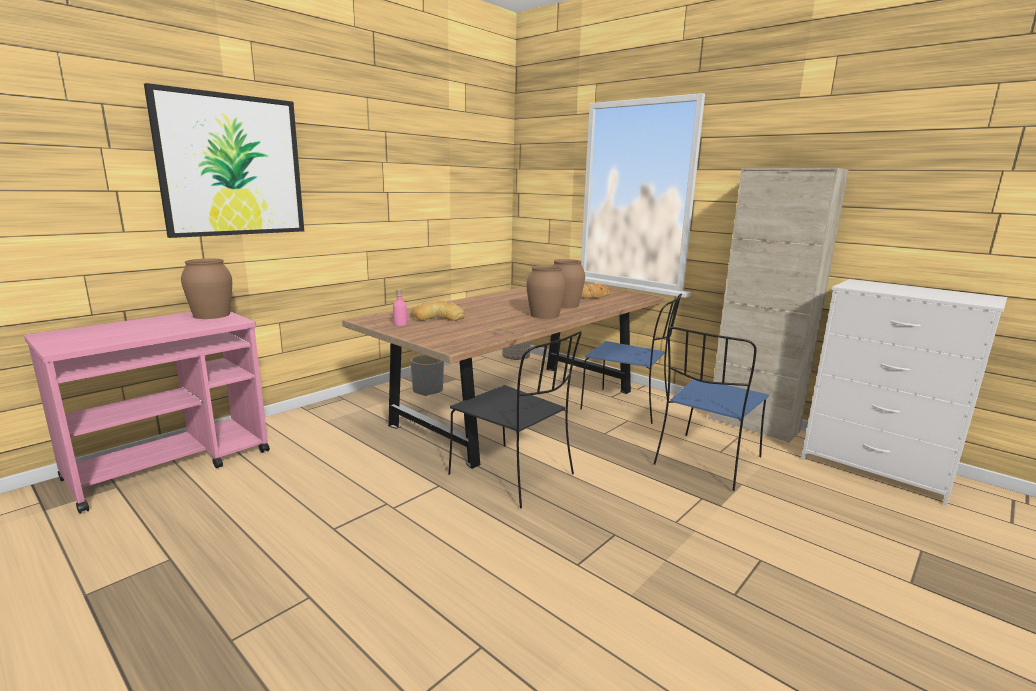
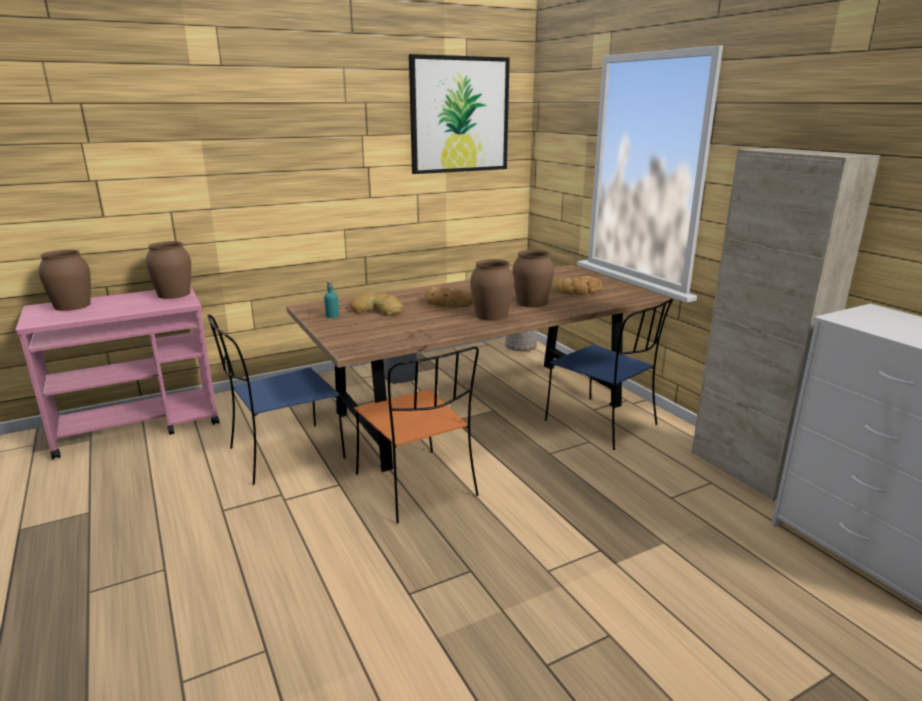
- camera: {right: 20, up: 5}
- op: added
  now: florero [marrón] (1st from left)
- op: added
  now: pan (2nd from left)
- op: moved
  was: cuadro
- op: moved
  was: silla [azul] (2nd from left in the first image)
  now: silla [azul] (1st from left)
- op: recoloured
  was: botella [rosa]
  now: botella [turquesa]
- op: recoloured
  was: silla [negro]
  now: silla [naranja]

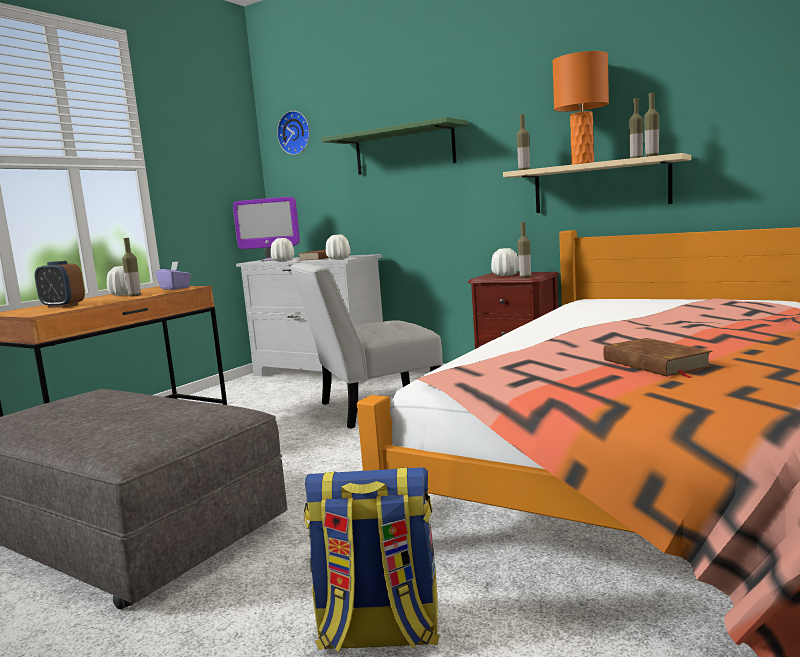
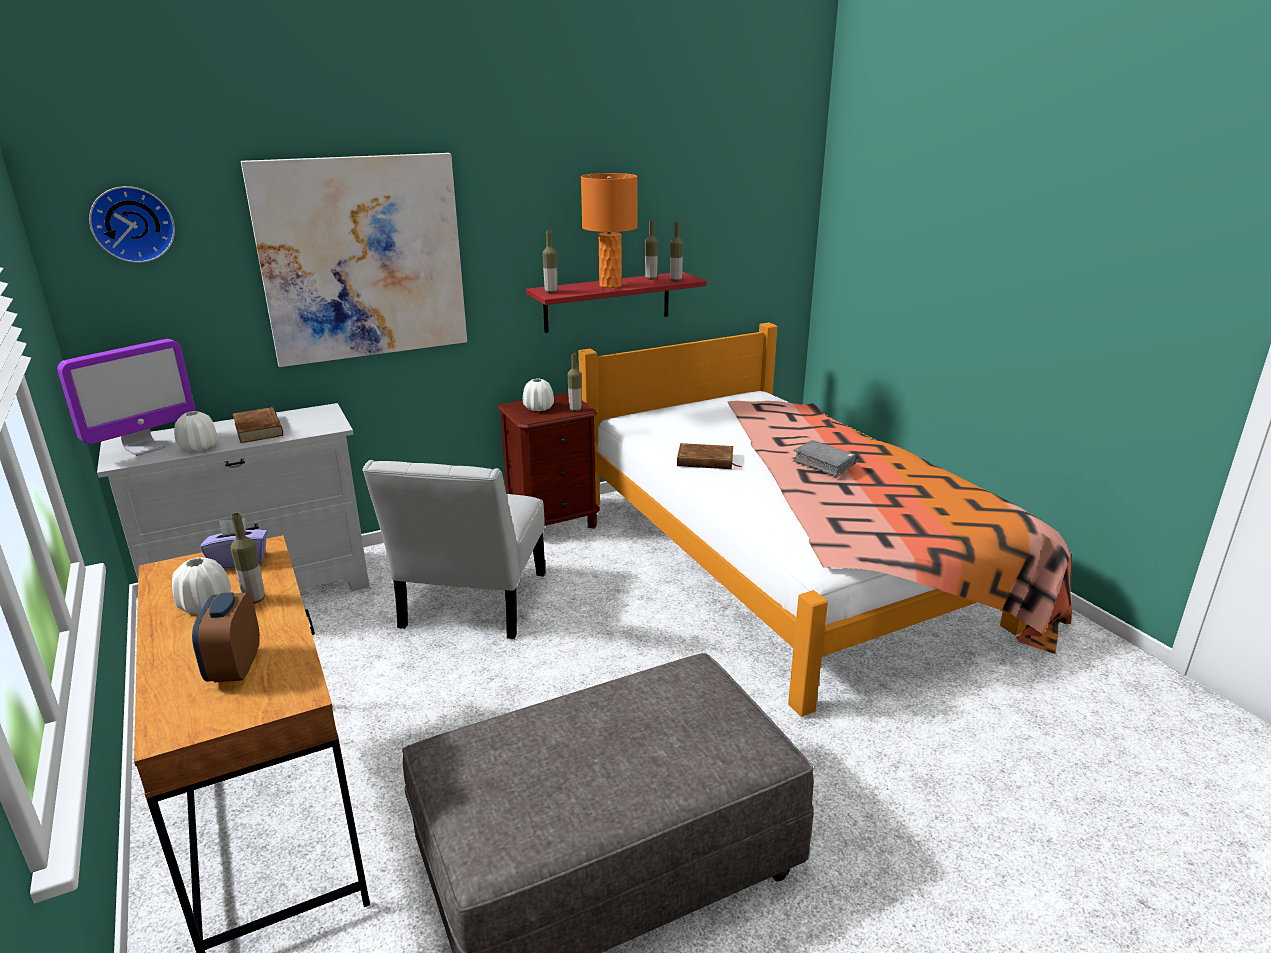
- camera: {right: -60, up: 15}
- op: removed
  was: mochila
- op: removed
  was: florero [blanco] (3rd from left)
- op: added
  now: libro [gris]
- op: moved
  was: libro [marrón] (2nd from left)
- op: replaced
  was: estante [verde]
  now: cuadro
- op: recoloured
  was: estante [beis]
  now: estante [rojo]
- op: turned
  was: despertador
  clockwise: 120

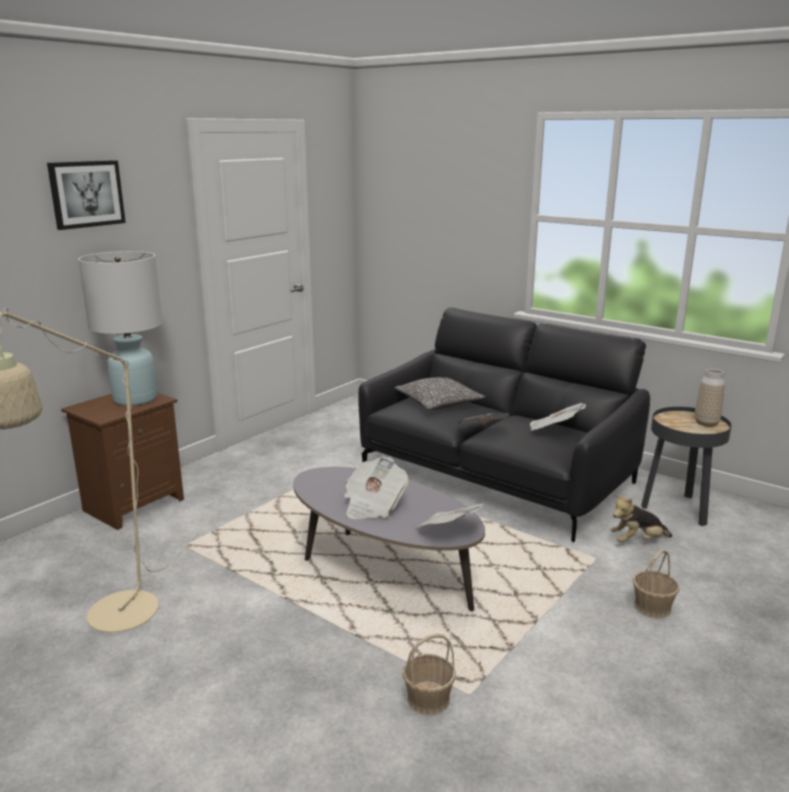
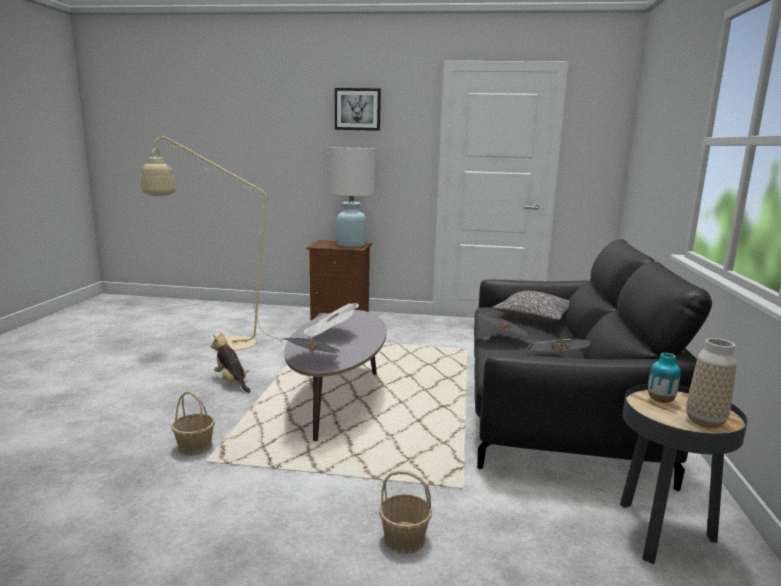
- camera: {right: 60, up: -5}
- op: added
  now: florero (1st from left)
- op: moved
  was: peluche

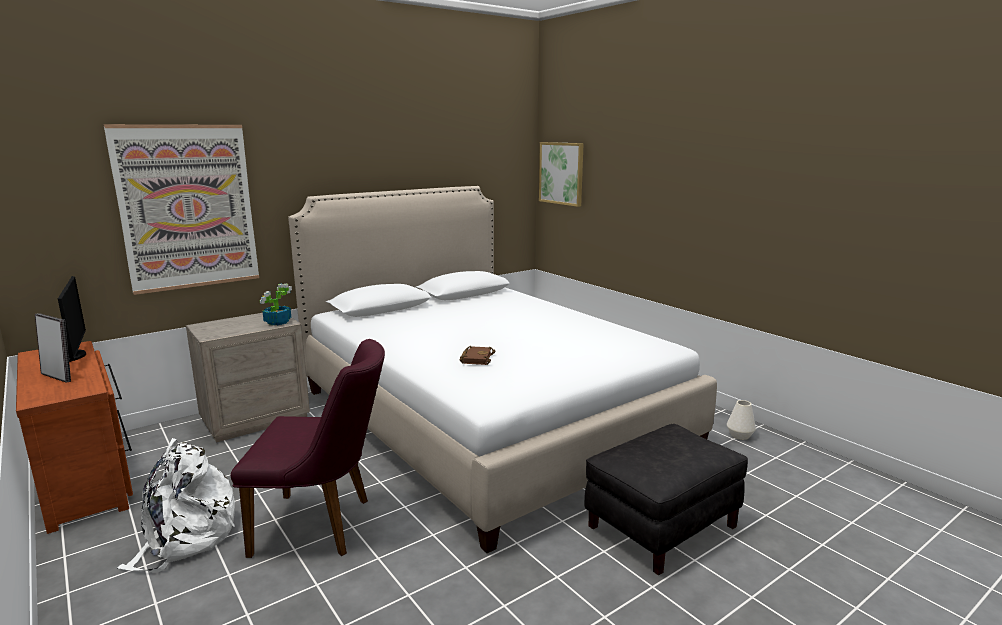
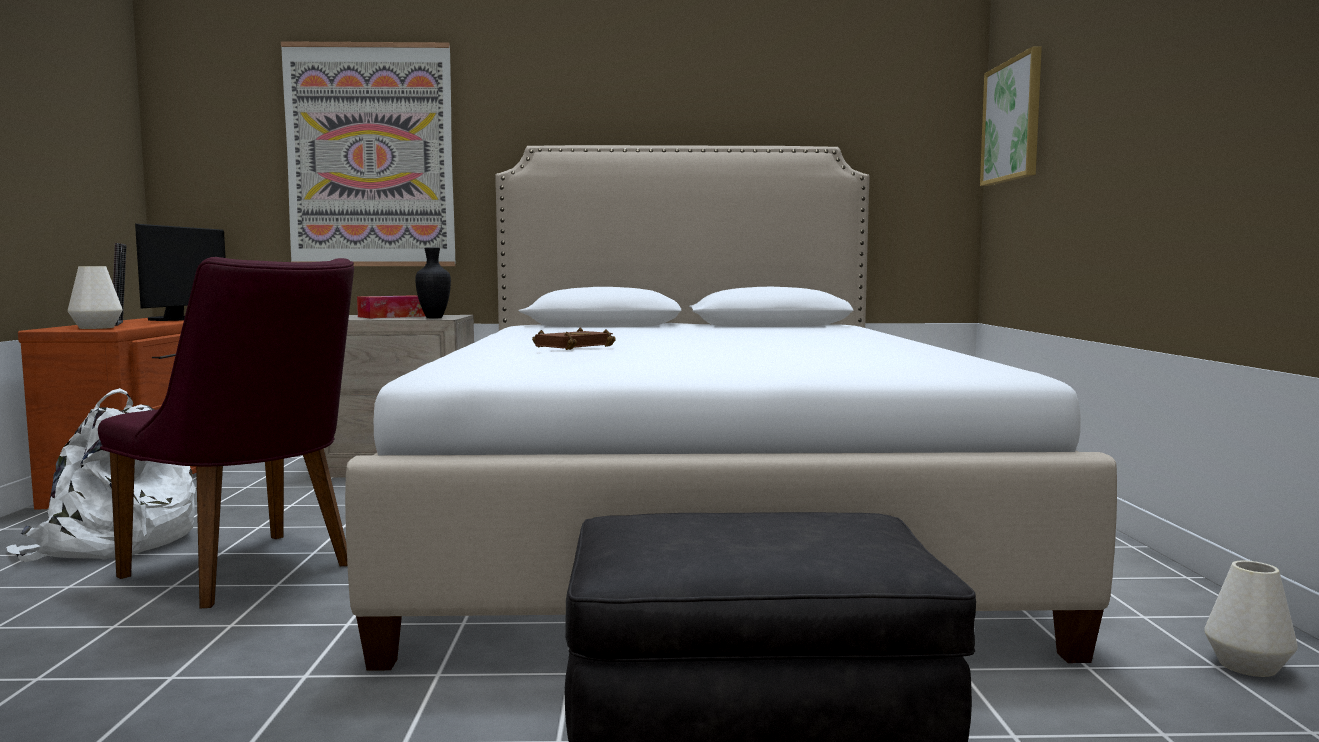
- camera: {right: 35, up: -10}
- op: added
  now: florero [blanco] (1st from left)
- op: added
  now: caja de pañuelos
- op: replaced
  was: planta en maceta
  now: florero [negro]

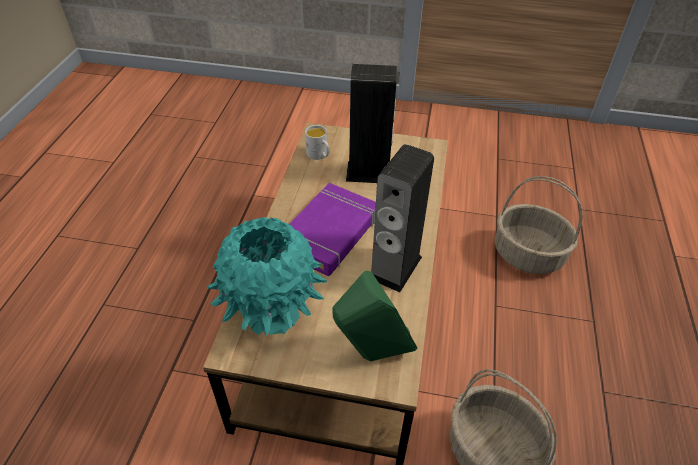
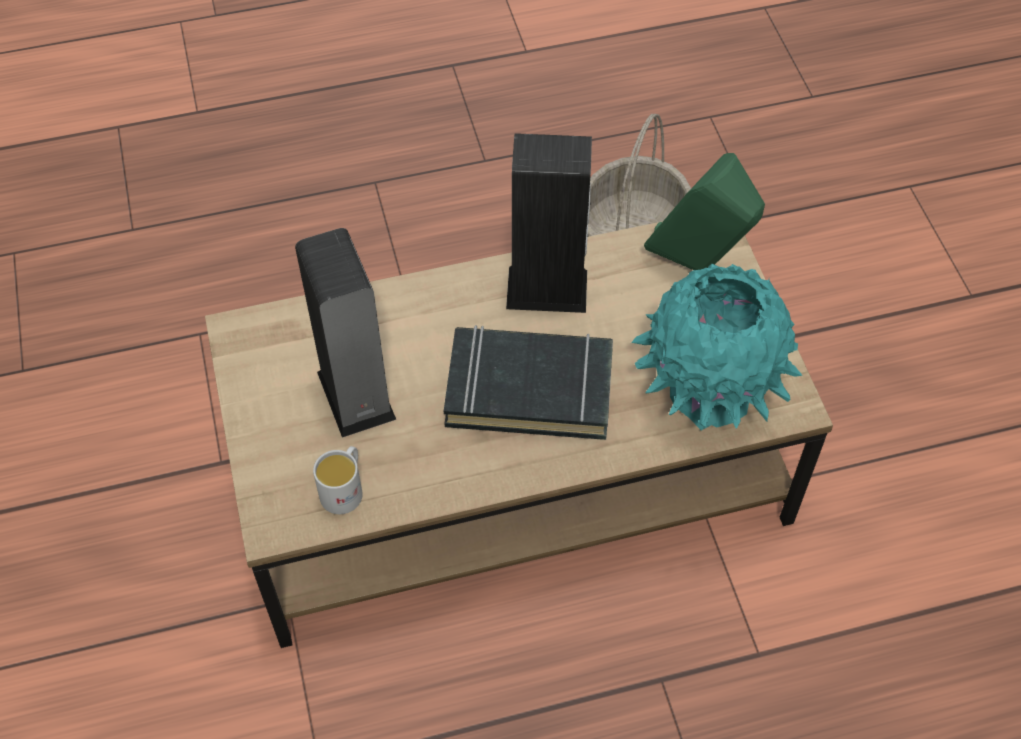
- camera: {right: -115, up: 10}
- op: removed
  was: cesta (2nd from left)
- op: recoloured
  was: libro [morado]
  now: libro [negro]

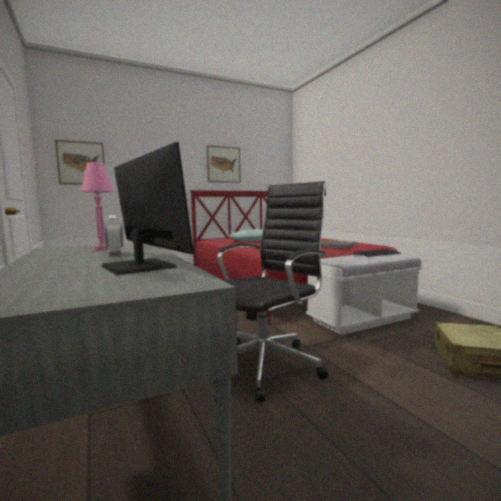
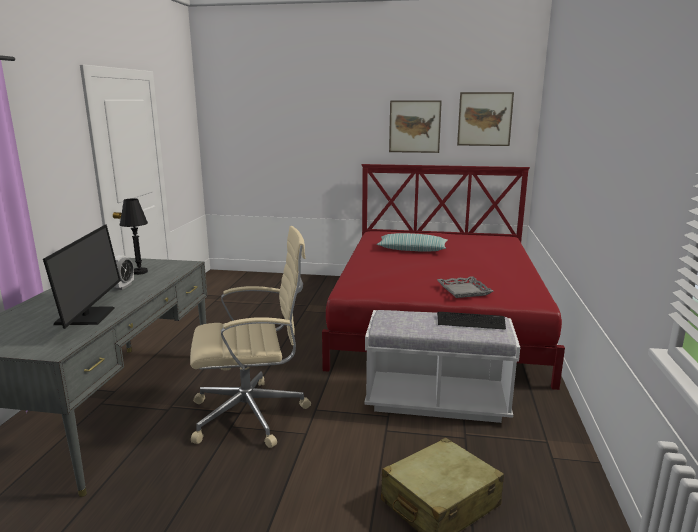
- camera: {right: 35, up: 10}
- op: moved
  was: cuadro (1st from left in the first image)
  now: cuadro (2nd from left)
- op: recoloured
  was: lámpara de mesa [rosa]
  now: lámpara de mesa [negro]
- op: recoloured
  was: silla de oficina [negro]
  now: silla de oficina [beis]

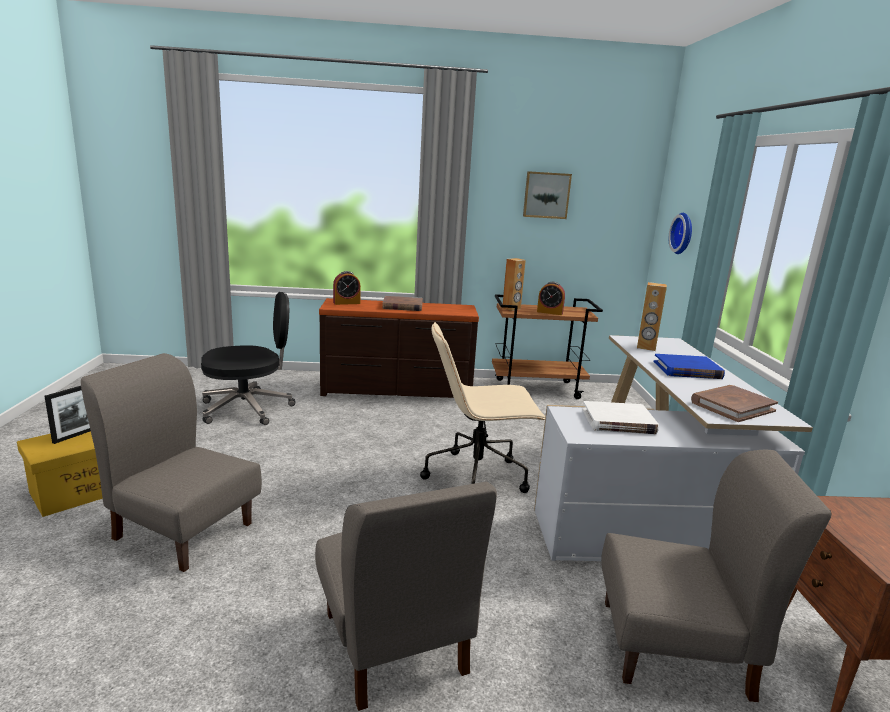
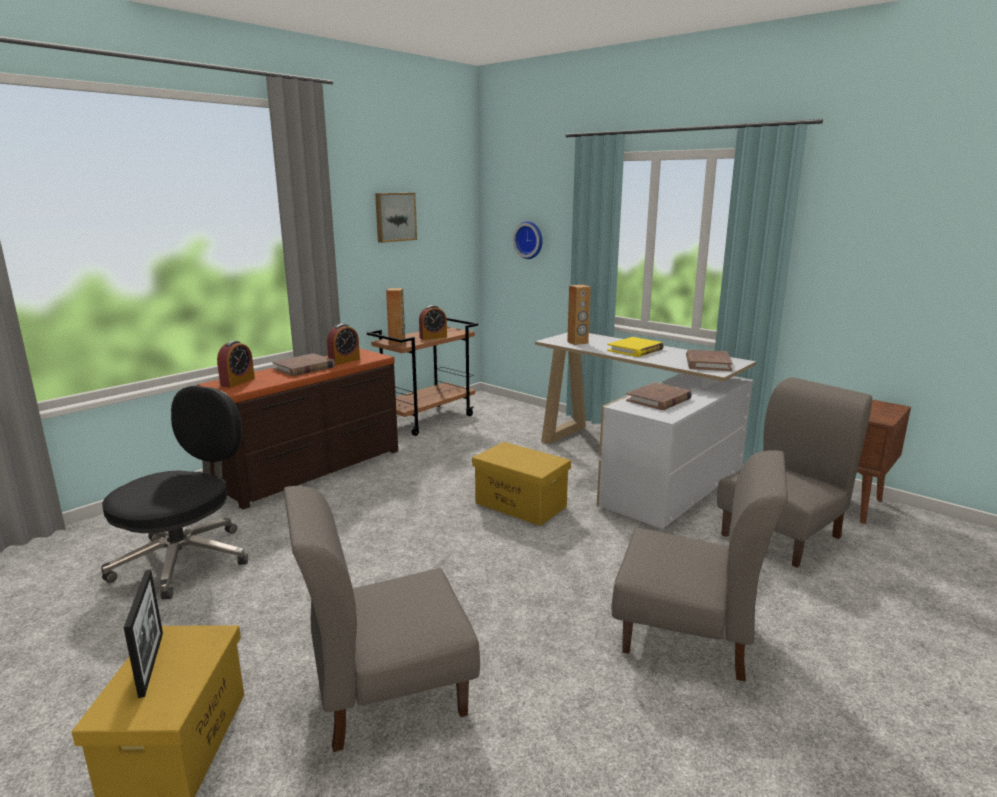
- camera: {right: -45, up: 0}
- op: added
  now: despertador (2nd from left)
- op: replaced
  was: silla de oficina [beis]
  now: caja de almacenaje [amarillo] (2nd from left)
- op: recoloured
  was: libro [blanco]
  now: libro [marrón] (2nd from left)
- op: recoloured
  was: libro [azul]
  now: libro [amarillo]

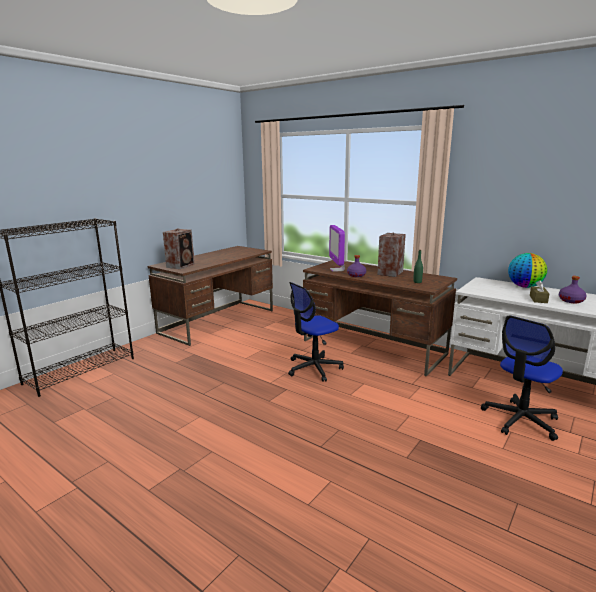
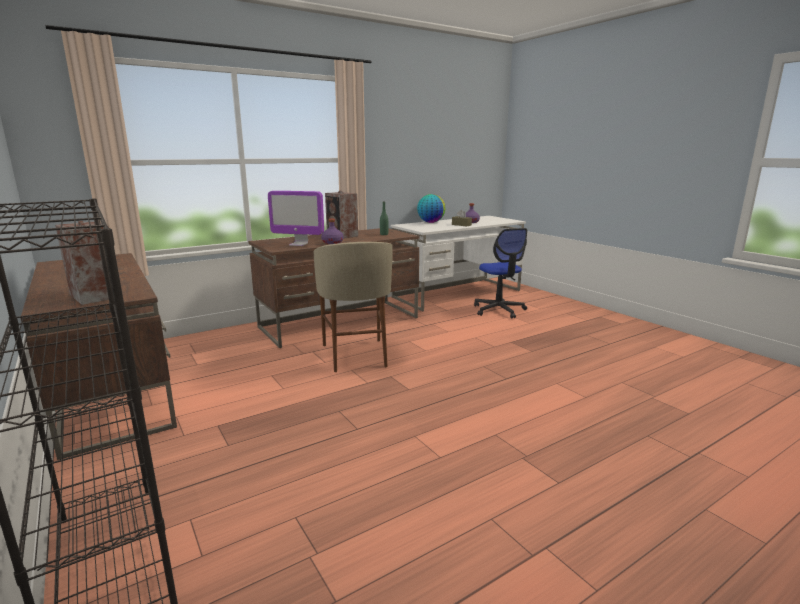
- camera: {right: -70, up: 0}
- op: replaced
  was: silla de oficina (1st from left)
  now: taburete [beis]

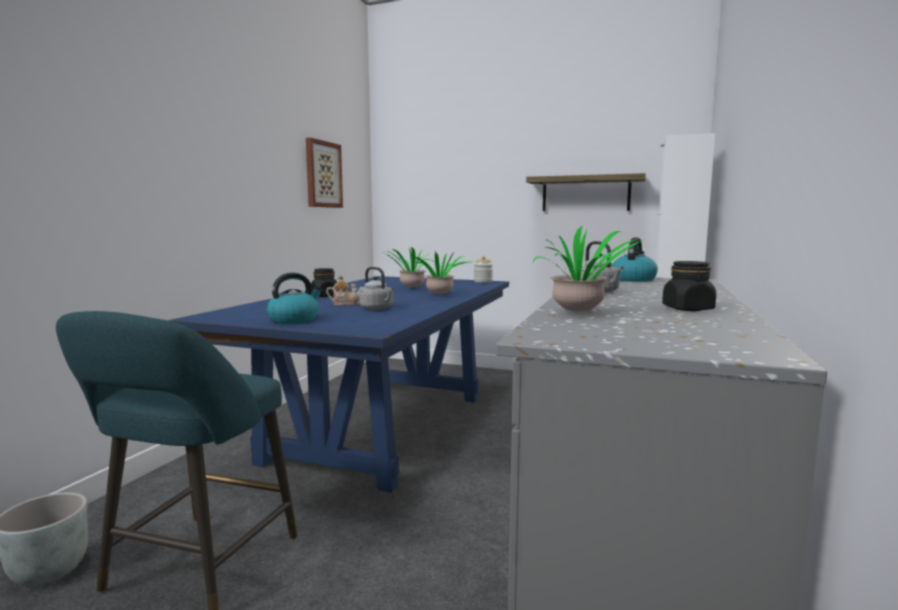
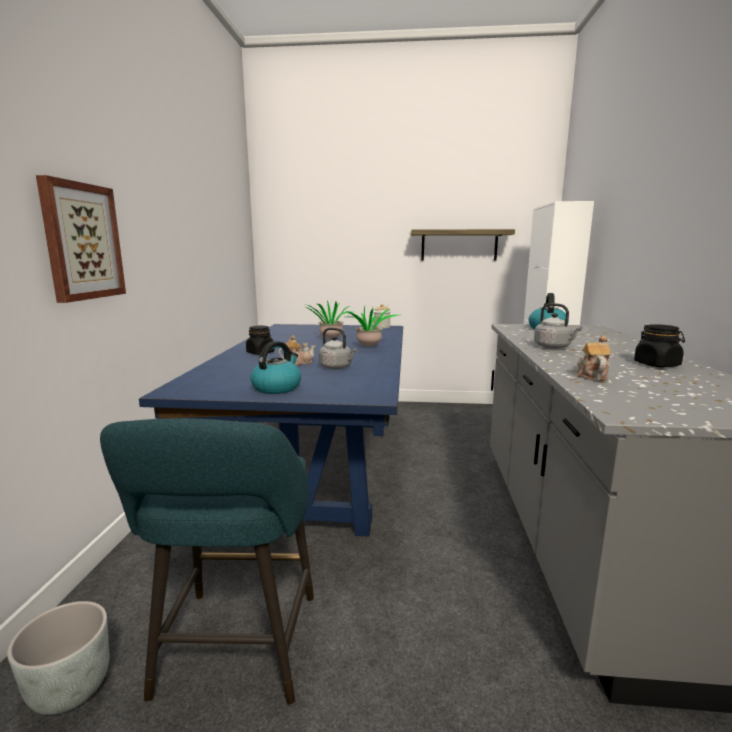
- camera: {right: -15, up: 5}
- op: moved
  was: cuadro
- op: replaced
  was: planta en maceta (3rd from left)
  now: tetera (2nd from left)

